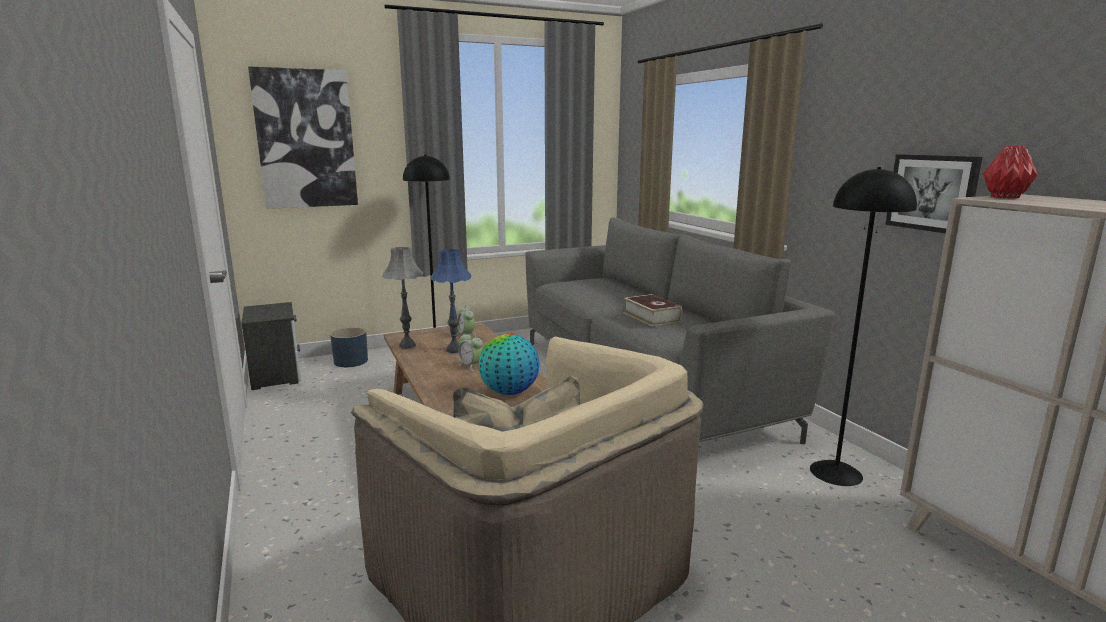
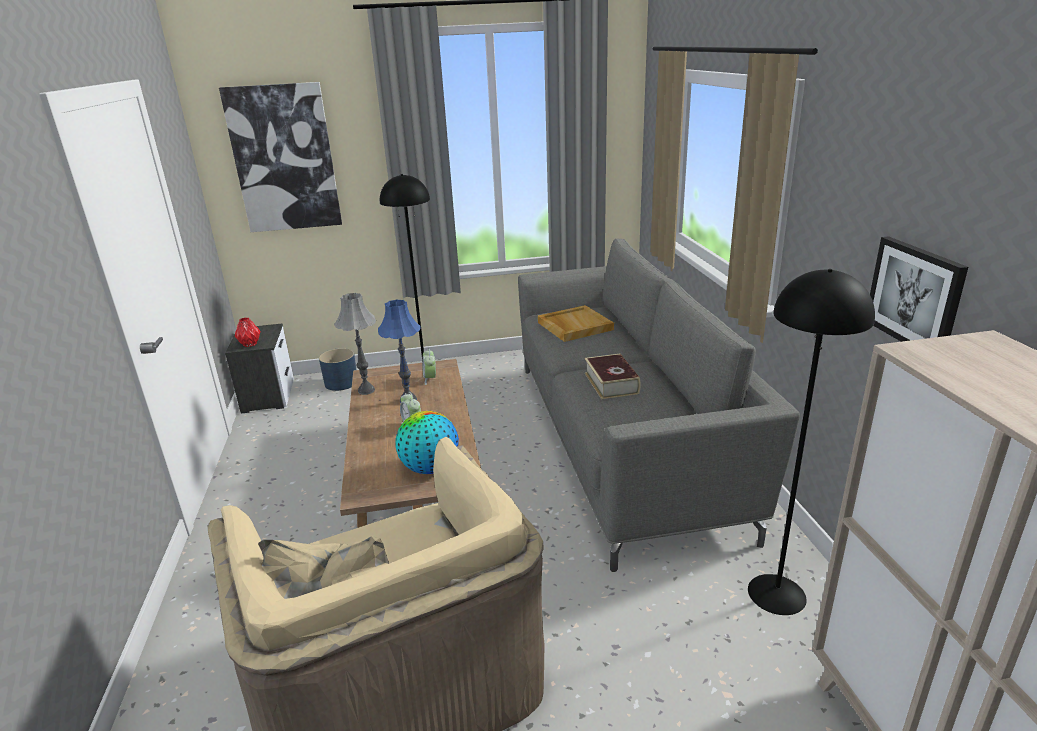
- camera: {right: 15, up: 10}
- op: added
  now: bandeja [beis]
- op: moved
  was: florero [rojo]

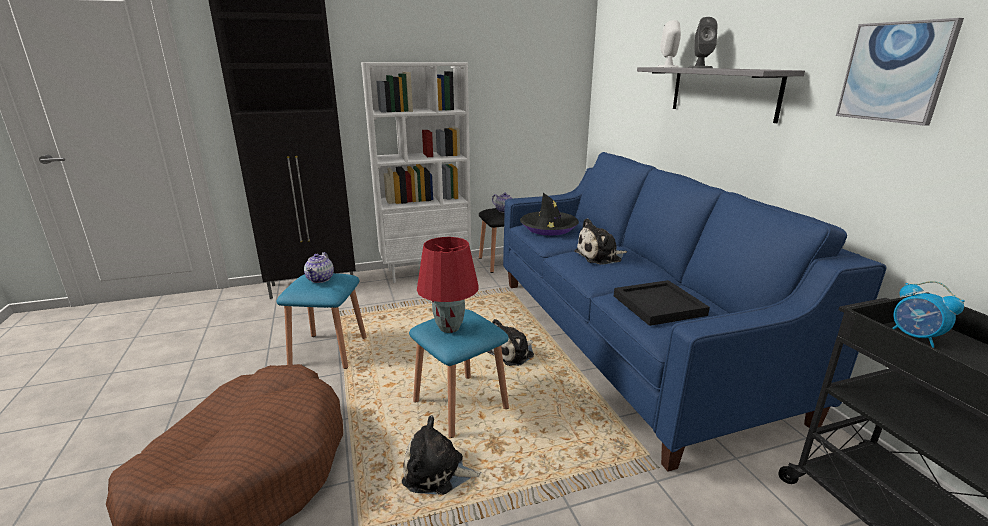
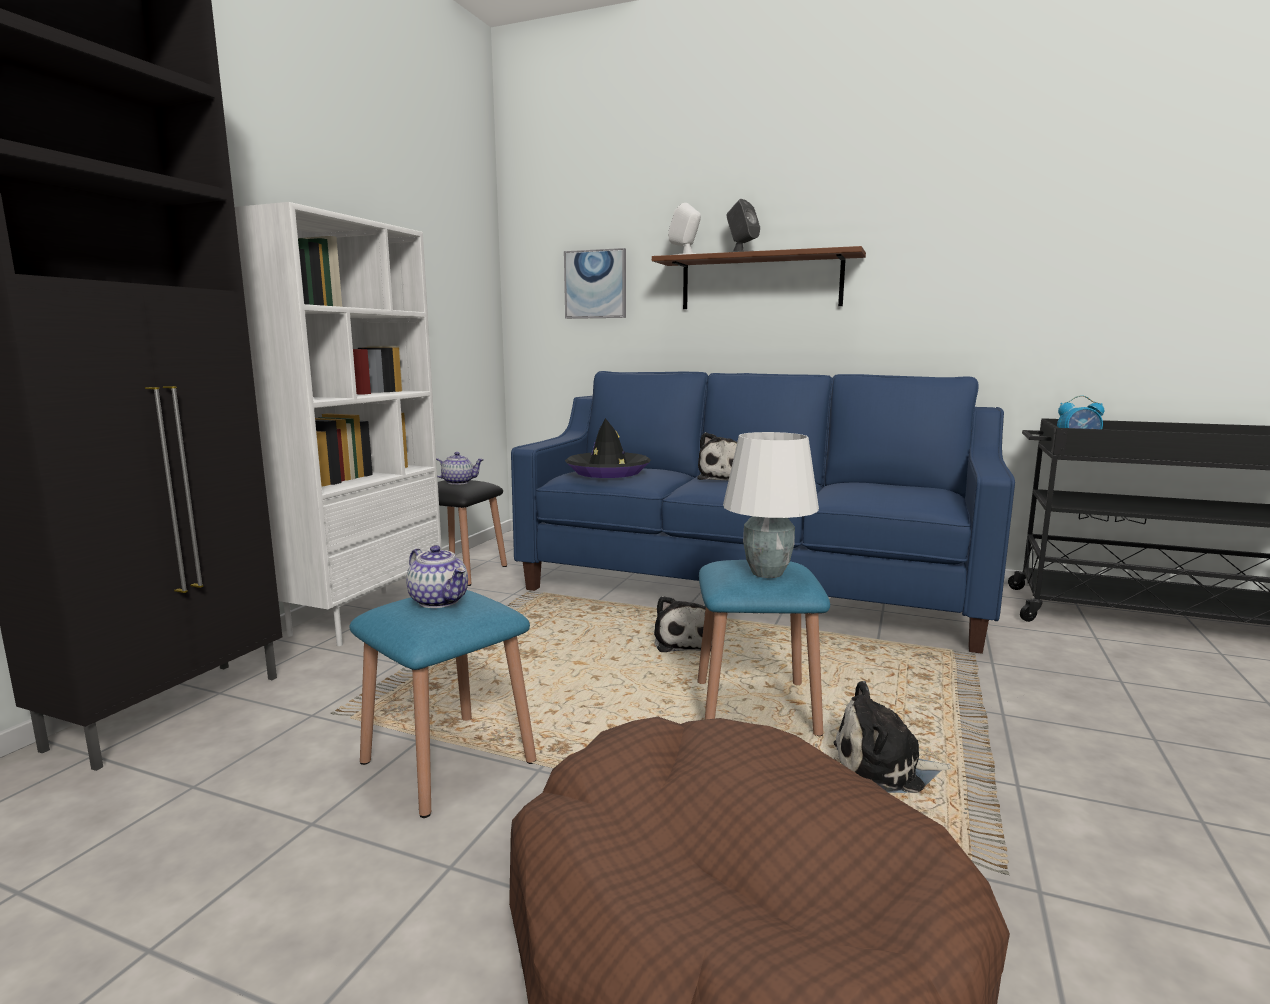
- camera: {right: -50, up: -10}
- op: removed
  was: bandeja [negro]
- op: moved
  was: cuadro
- op: recoloured
  was: lámpara de mesa [rojo]
  now: lámpara de mesa [blanco]
- op: recoloured
  was: estante [gris]
  now: estante [marrón]
- op: turned
  was: peluche (1st from left in the first image)
  clockwise: 45

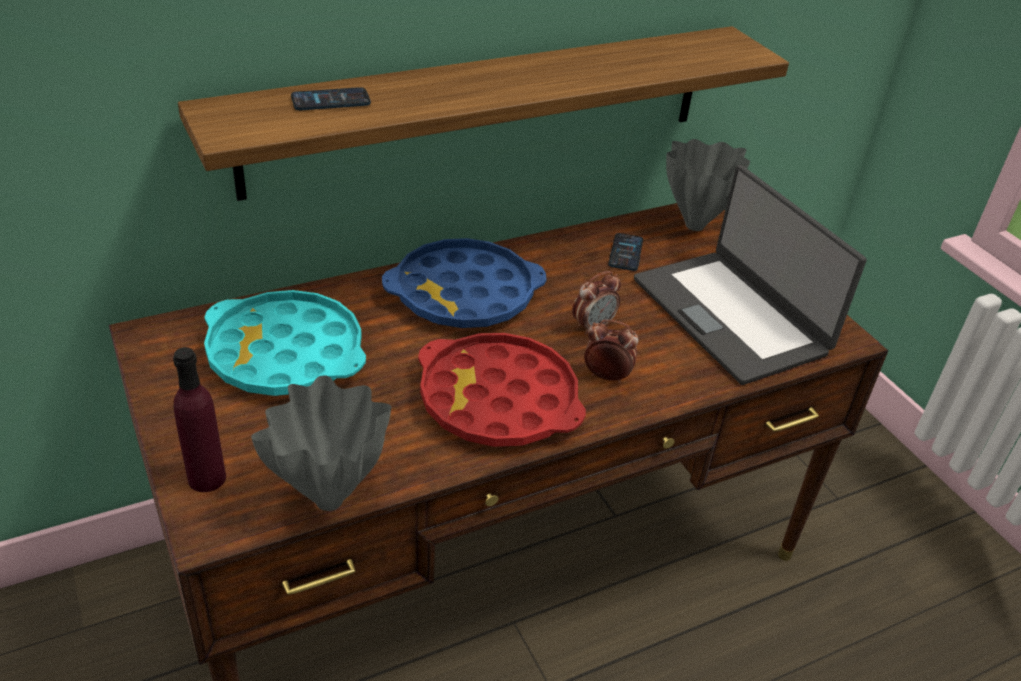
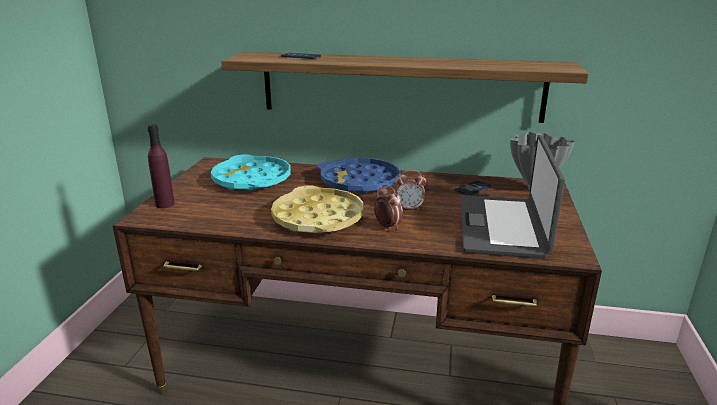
- camera: {right: 40, up: -15}
- op: removed
  was: florero [gris] (1st from left)
- op: recoloured
  was: bandeja [rojo]
  now: bandeja [amarillo]

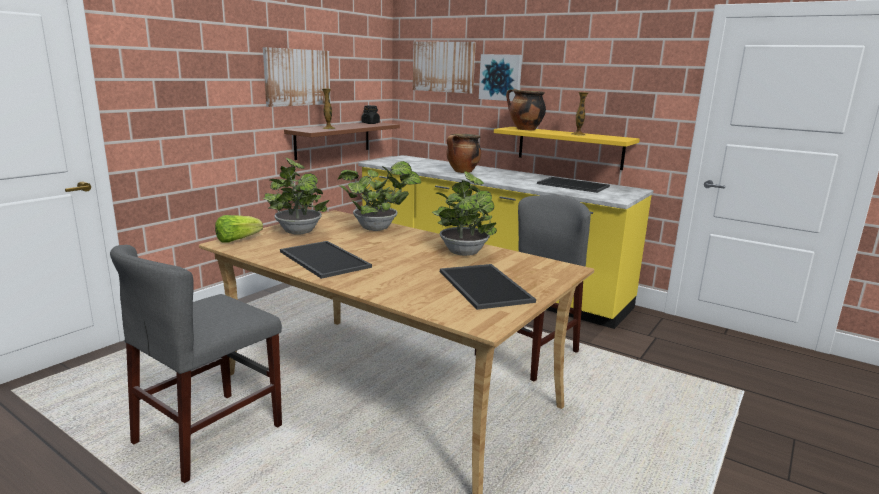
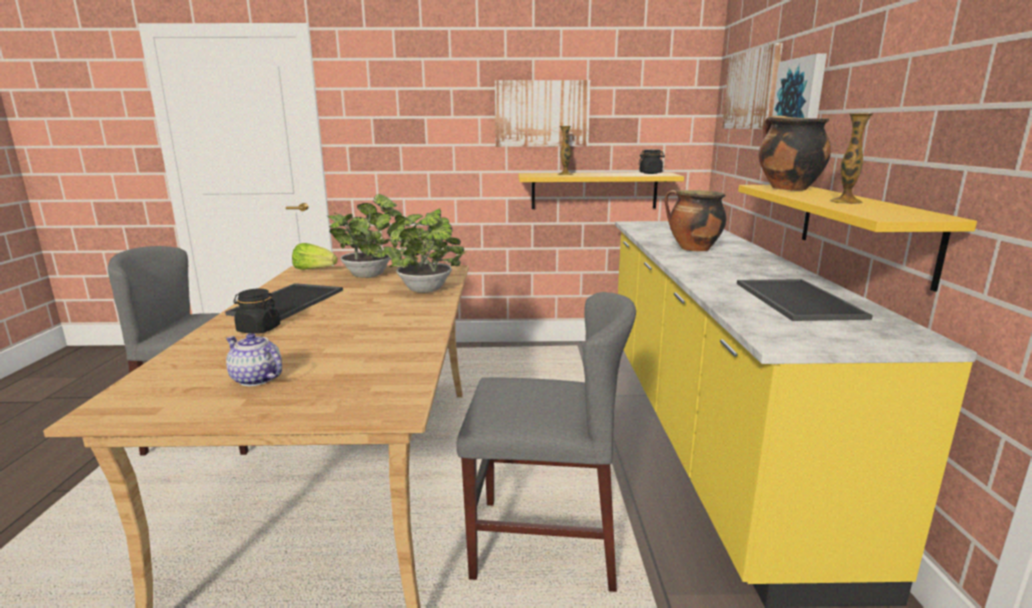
- camera: {right: 55, up: 0}
- op: removed
  was: planta en maceta (3rd from left)
- op: added
  now: tarro [negro] (1st from left)
- op: replaced
  was: bandeja (2nd from left)
  now: tetera
- op: recoloured
  was: estante [marrón]
  now: estante [amarillo] (1st from left)

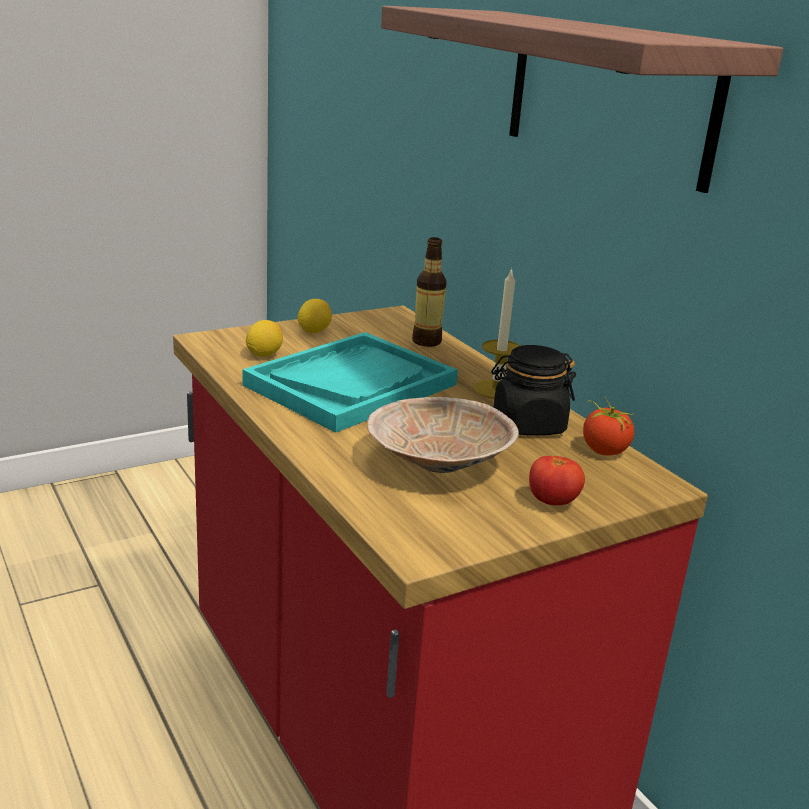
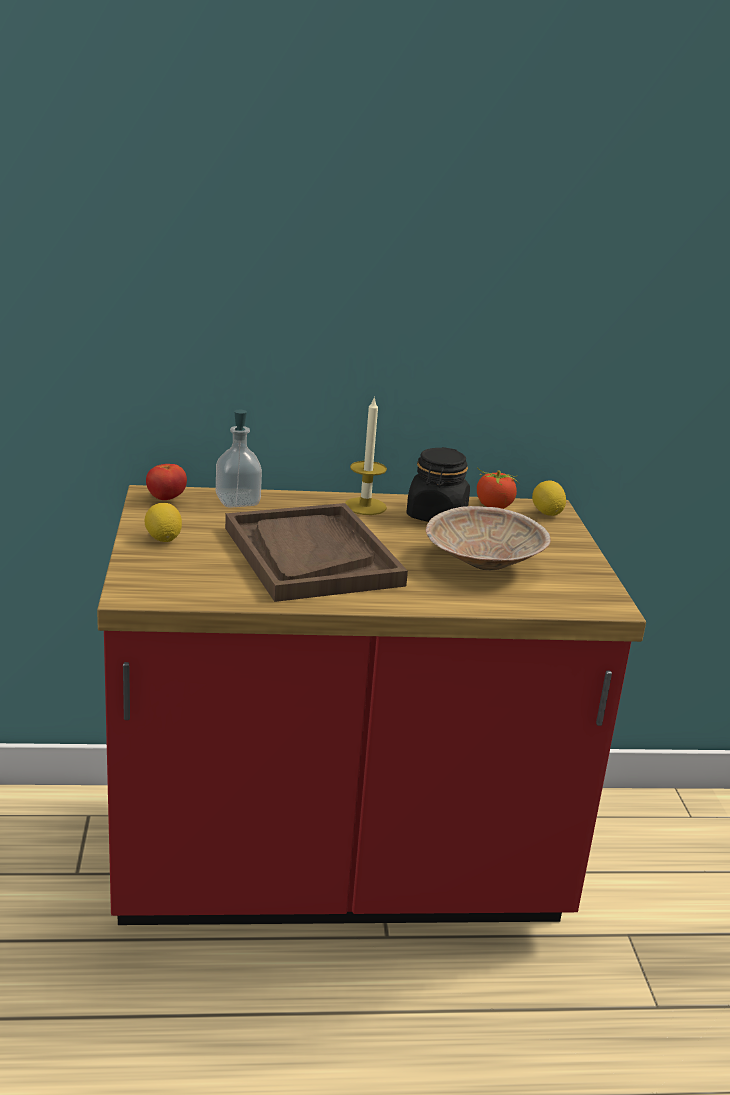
- camera: {right: -65, up: 0}
- op: removed
  was: estante
- op: moved
  was: limón (1st from left in the first image)
  now: limón (2nd from left)
- op: moved
  was: tomate (1st from left)
- op: replaced
  was: botella
  now: dispensador de jabón
- op: recoloured
  was: bandeja [turquesa]
  now: bandeja [marrón]

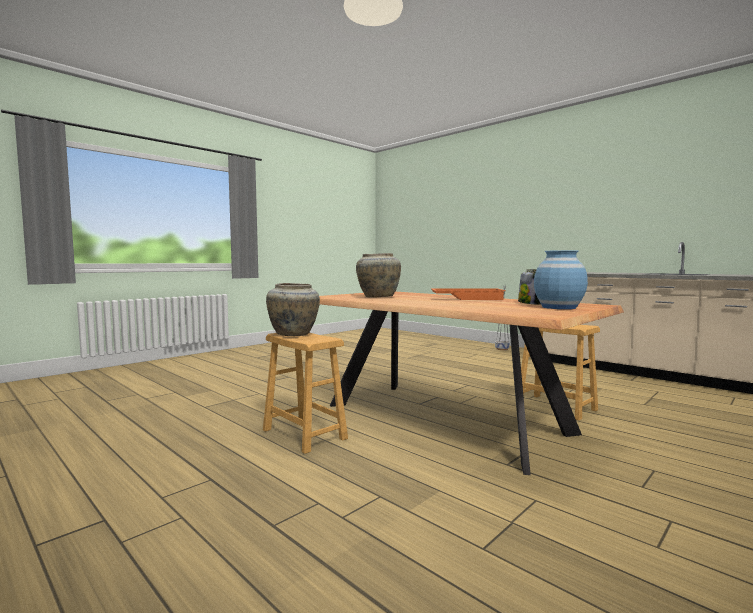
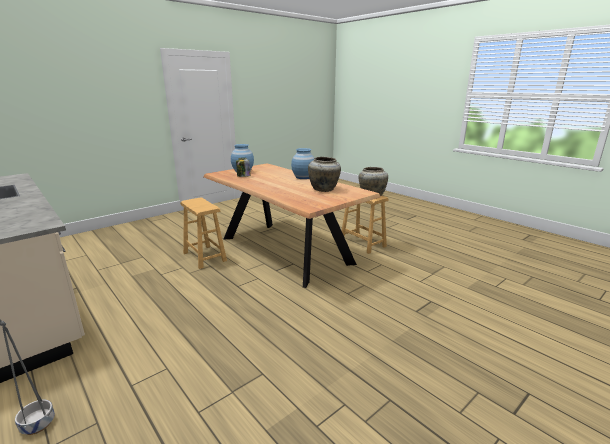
- camera: {right: -175, up: 15}
- op: removed
  was: bandeja [naranja]
- op: added
  now: florero [azul] (2nd from left)

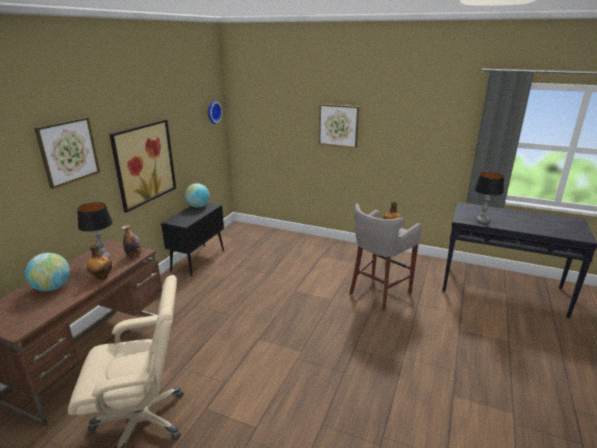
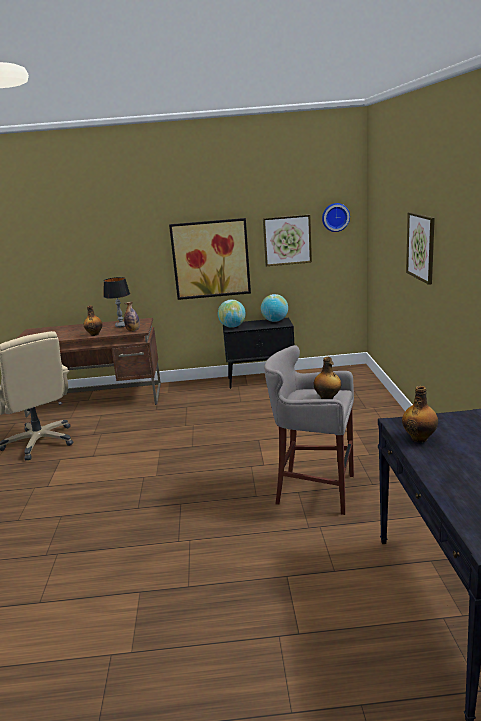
- camera: {right: 65, up: -5}
- op: moved
  was: globo terráqueo (1st from left)
- op: moved
  was: cuadro (1st from left in the first image)
  now: cuadro (2nd from left)
- op: replaced
  was: lámpara de mesa (2nd from left)
  now: botella (4th from left)

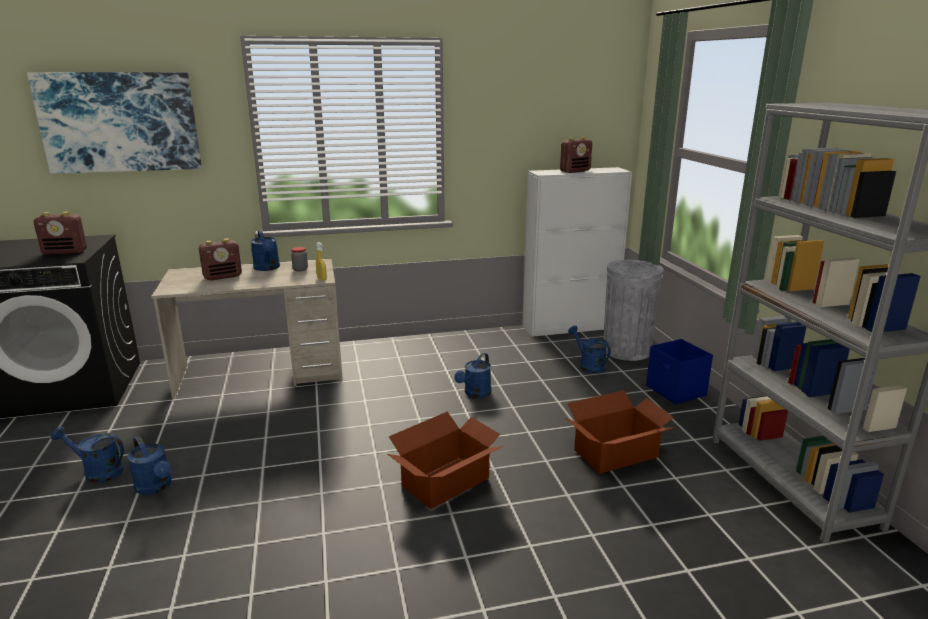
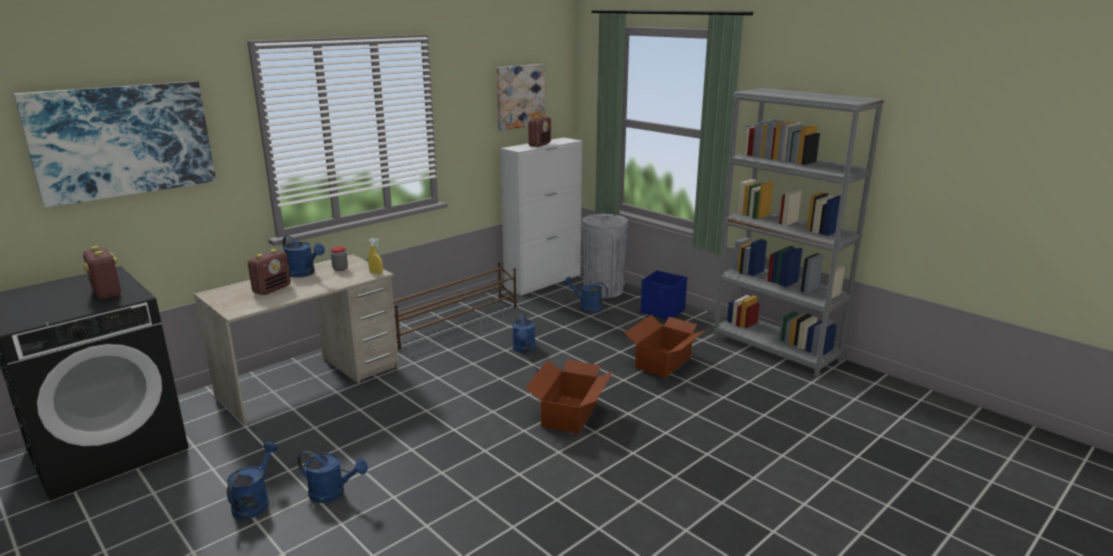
- camera: {right: -30, up: 0}
- op: added
  now: zapatero [marrón]
- op: added
  now: cuadro (2nd from left)
- op: turned
  was: radio (1st from left)
  clockwise: 90
- op: turned
  was: regadera [azul] (1st from left)
  clockwise: 120

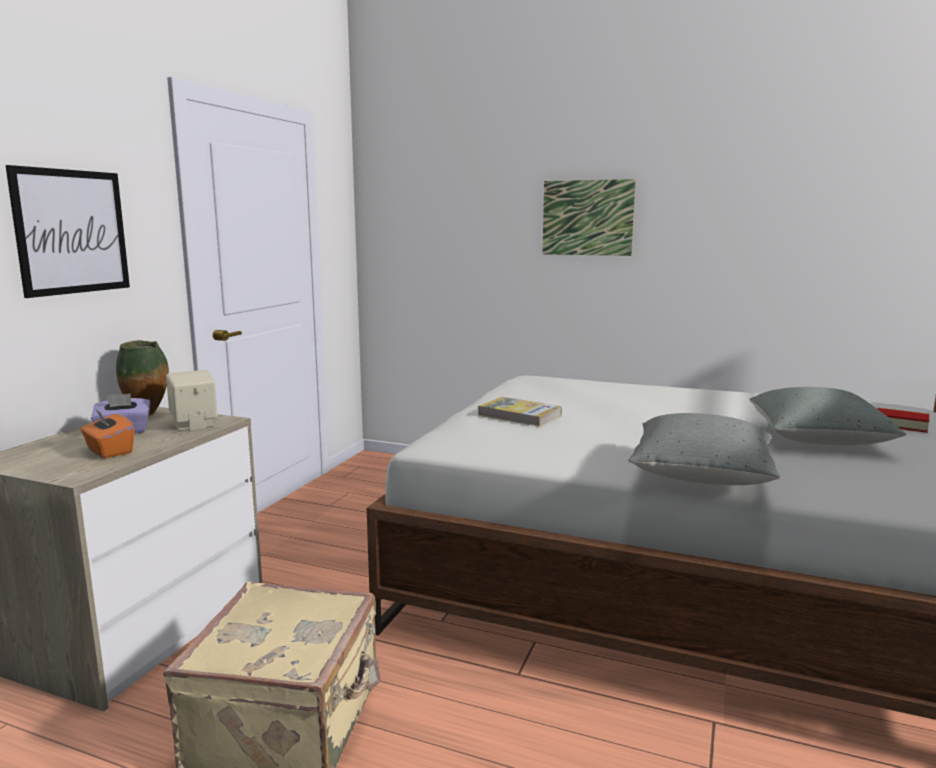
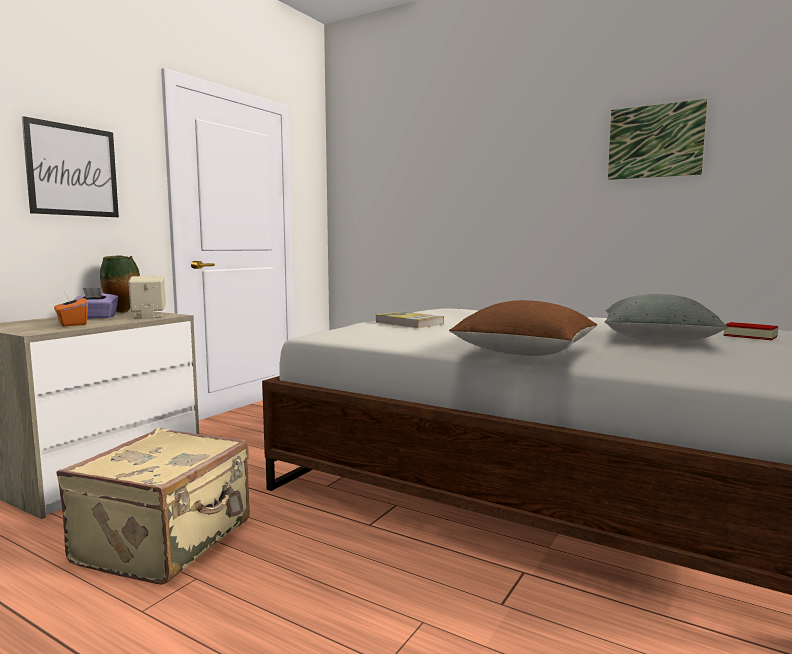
- camera: {right: 10, up: -5}
- op: moved
  was: cuadro (2nd from left)
- op: recoloured
  was: cojín [gris] (1st from left)
  now: cojín [marrón]

